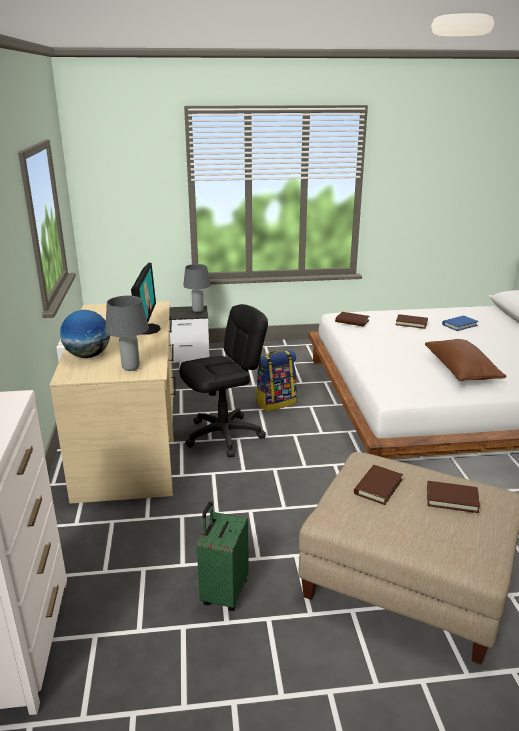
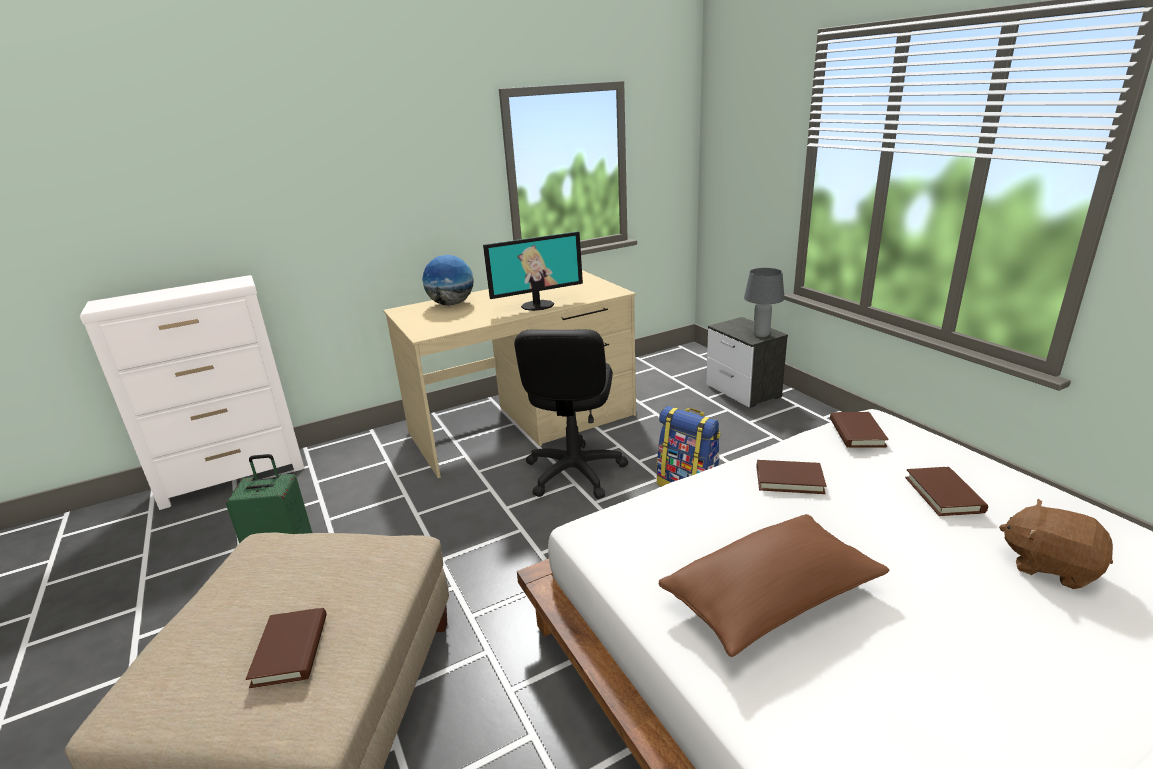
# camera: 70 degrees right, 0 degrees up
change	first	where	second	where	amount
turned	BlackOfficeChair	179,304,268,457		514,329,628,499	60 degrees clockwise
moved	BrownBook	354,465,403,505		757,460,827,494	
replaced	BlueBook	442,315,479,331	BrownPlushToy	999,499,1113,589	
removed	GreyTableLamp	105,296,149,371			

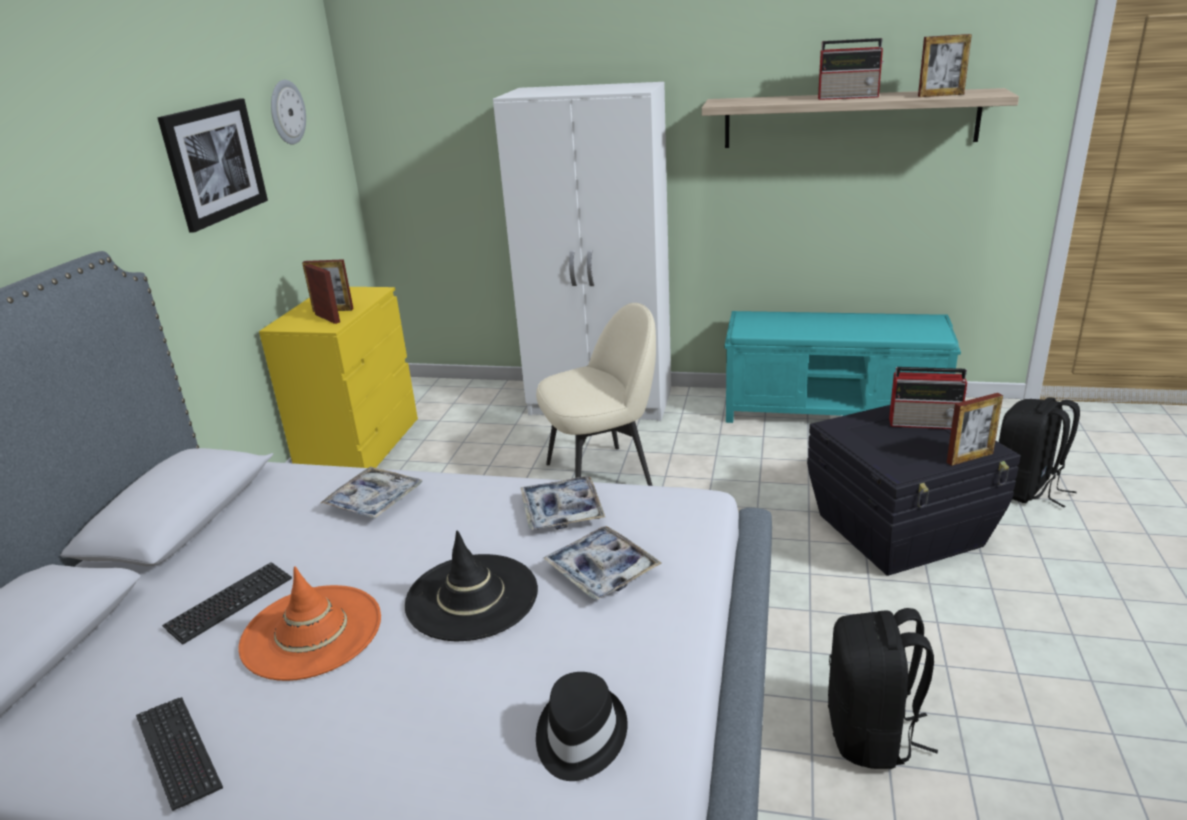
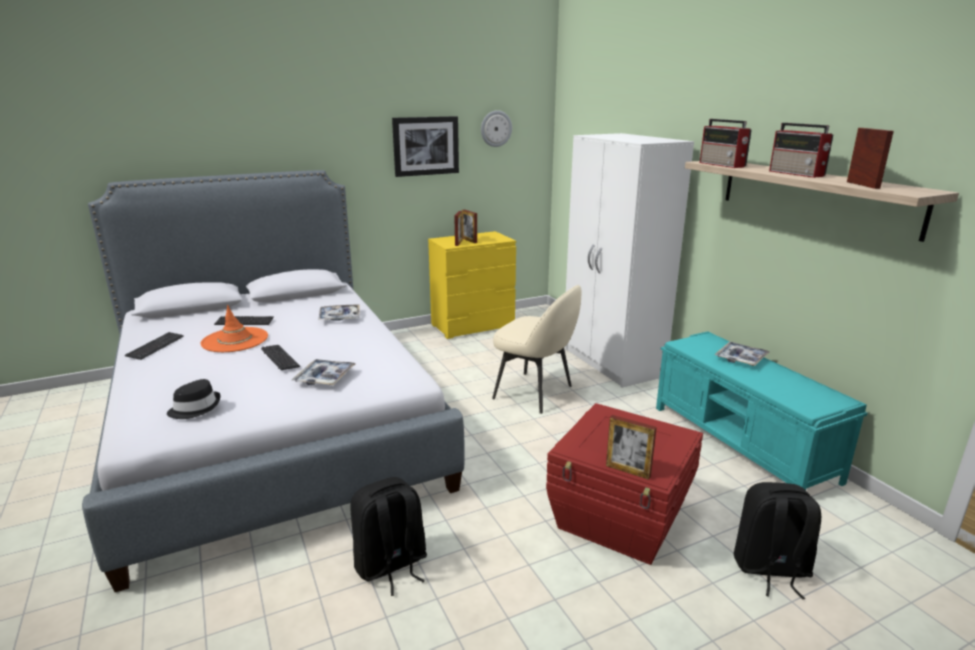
# camera: 50 degrees right, 5 degrees down
change	first	where	second	where	amount
replaced	BlackHat	405,531,538,642	Keyboard	261,345,300,370	
recoloured	BlackStorageBox	807,405,1021,576	RedStorageBox	546,403,703,565	
moved	Radio	889,367,968,429		700,119,752,168	
moved	Tray	521,476,605,530		714,342,770,366	
turned	PictureFrame	918,34,972,97		847,128,894,189	150 degrees counterclockwise

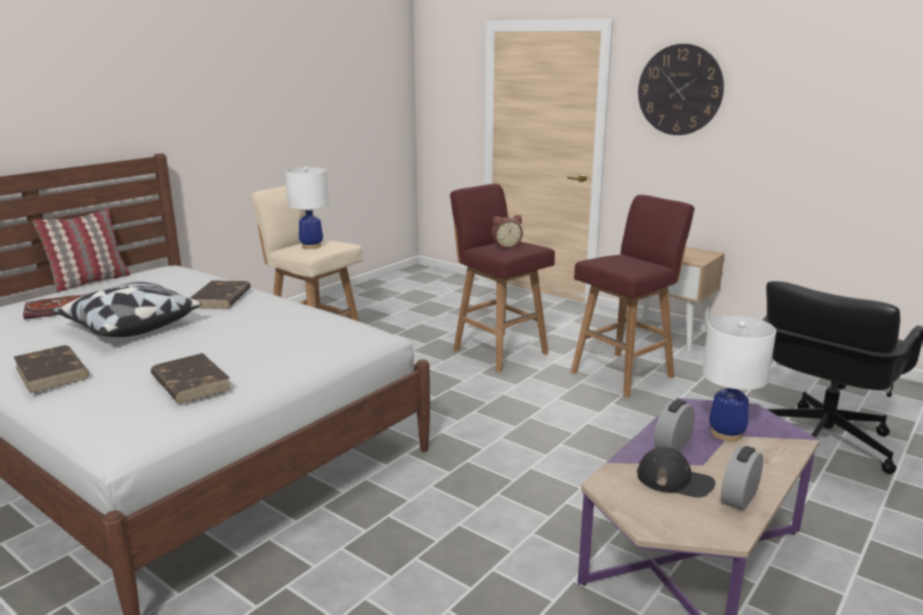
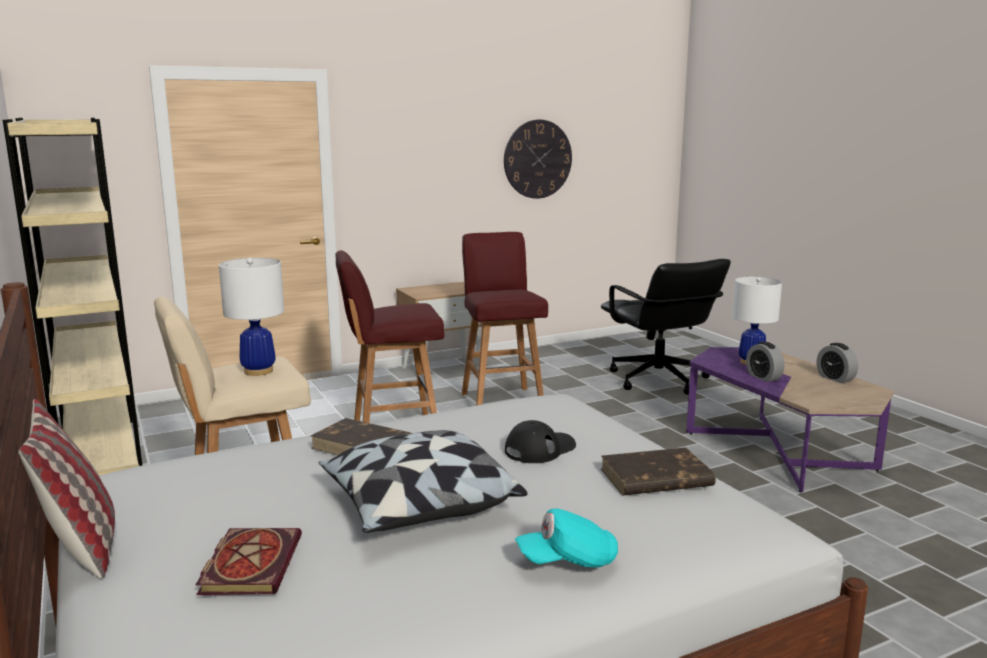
# camera: 65 degrees left, 5 degrees down
change	first	where	second	where	amount
added			BeigeBookcase	3,118,142,475	
moved	WallClock	638,44,724,135		504,120,572,199	
moved	BlackCap	637,447,715,498		505,420,576,463	
replaced	BrownBook	14,345,89,393	TurquoiseCap	515,508,618,567	
removed	AlarmClock	492,215,523,248			

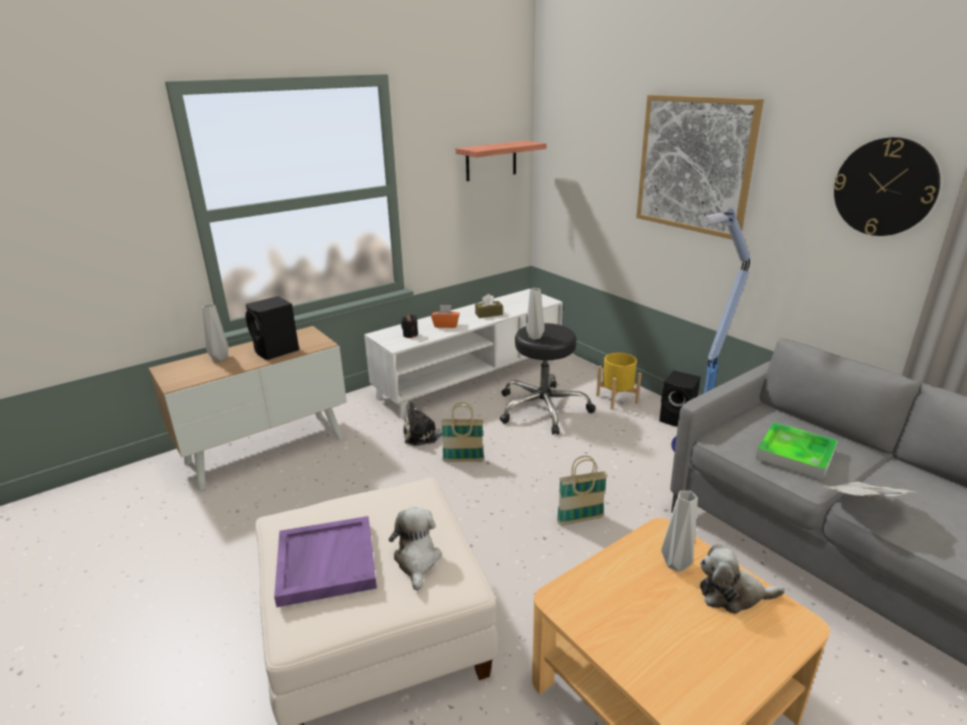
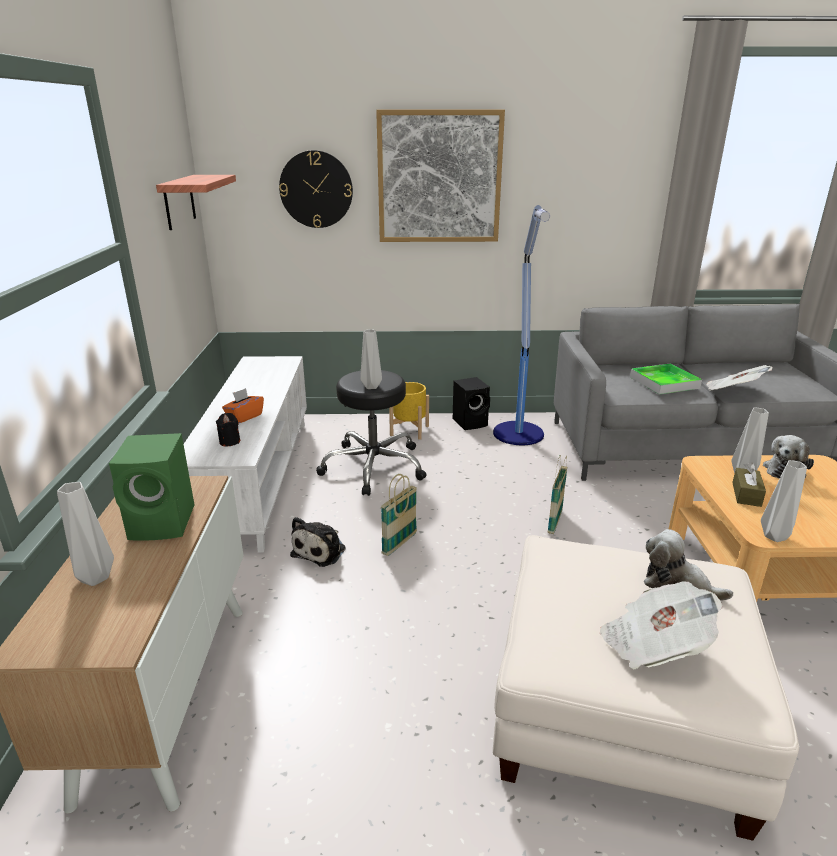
# camera: 55 degrees left, 0 degrees up
change	first	where	second	where	amount
recoloured	BlackSpeaker	246,296,299,360	GreenSpeaker	109,433,194,541	
moved	WallClock	834,137,940,236		279,150,353,228	
replaced	PurpleTray	274,516,377,607	Newspaper	600,581,723,670	
moved	BrownTissueBox	475,294,503,318		732,463,766,507	
added			GreyVase	761,460,807,542	

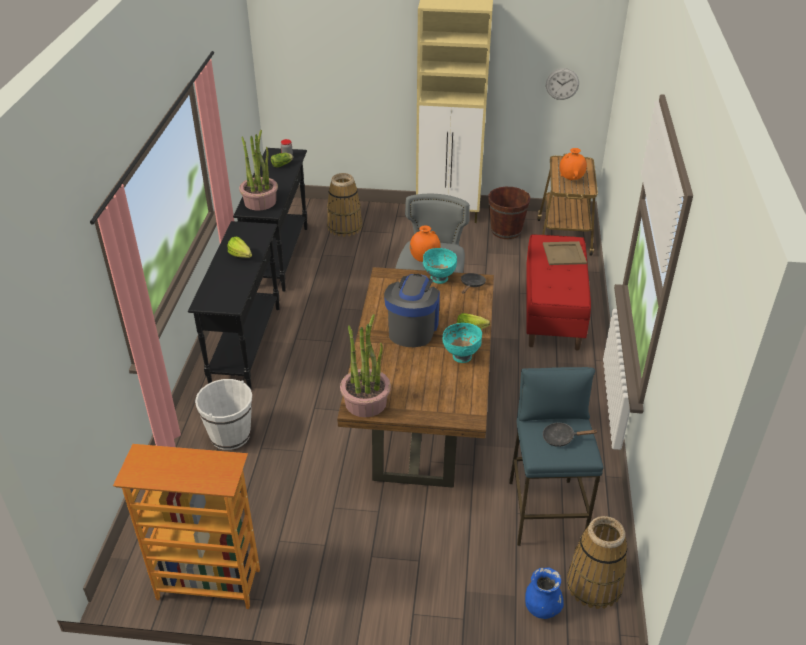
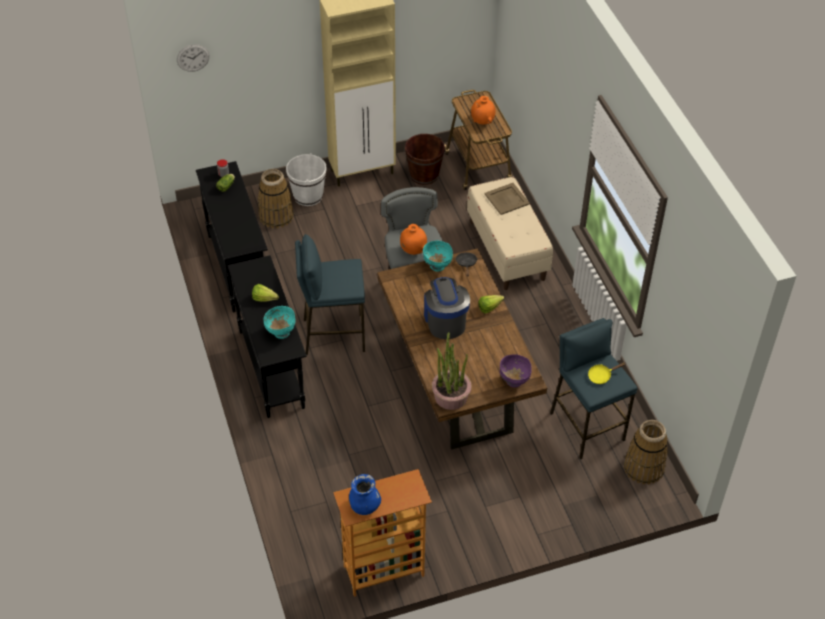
# camera: 25 degrees left, 10 degrees up
change	first	where	second	where	amount
moved	WallClock	546,68,579,100		177,44,210,72	
moved	TurquoiseBowl	442,323,482,363		264,306,296,339	
moved	WhiteBucket	195,379,252,450		286,153,327,206	
added			BlueStool	295,234,365,355	
moved	BlueVase	525,568,564,619		349,474,381,515	
recoloured	RedBench	526,234,591,351	BeigeBench	467,177,553,290	
added			PurpleBowl	500,354,532,388	
recoloured	BlackFryingPan	543,422,598,447	YellowFryingPan	588,362,625,384	
removed	PottedPlant	239,130,278,211			

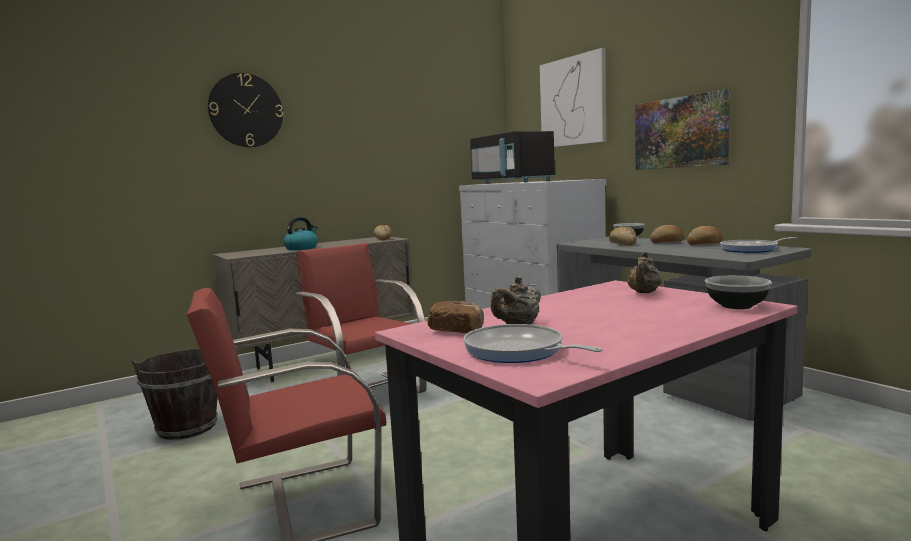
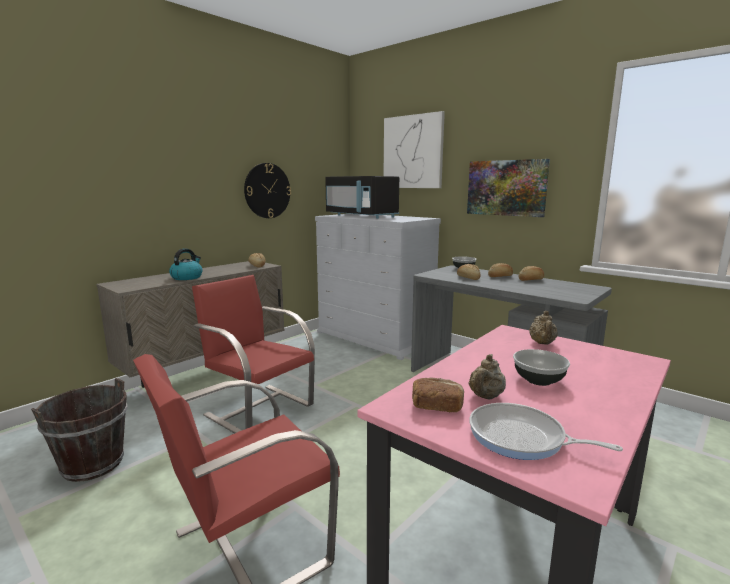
# camera: 15 degrees left, 5 degrees up
change	first	where	second	where	amount
moved	WallClock	208,73,283,147		244,163,291,218	
moved	Bowl	705,275,772,309		513,349,570,386	
removed	FryingPan	720,237,796,253			

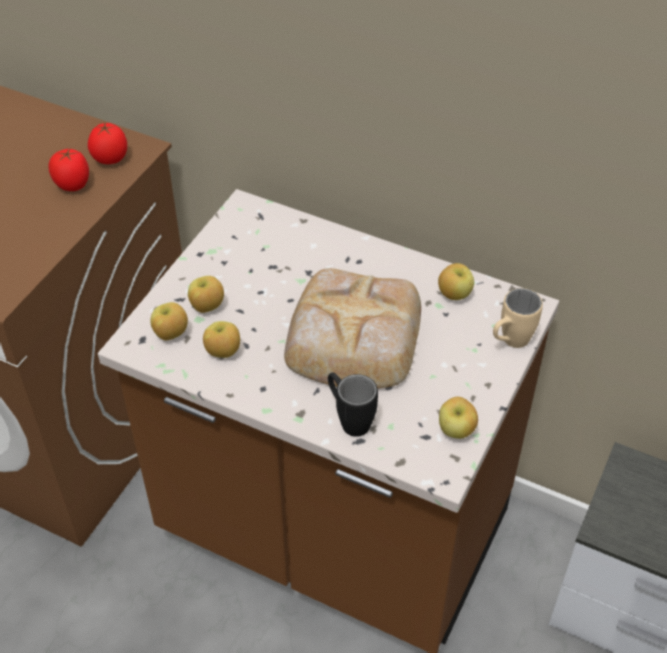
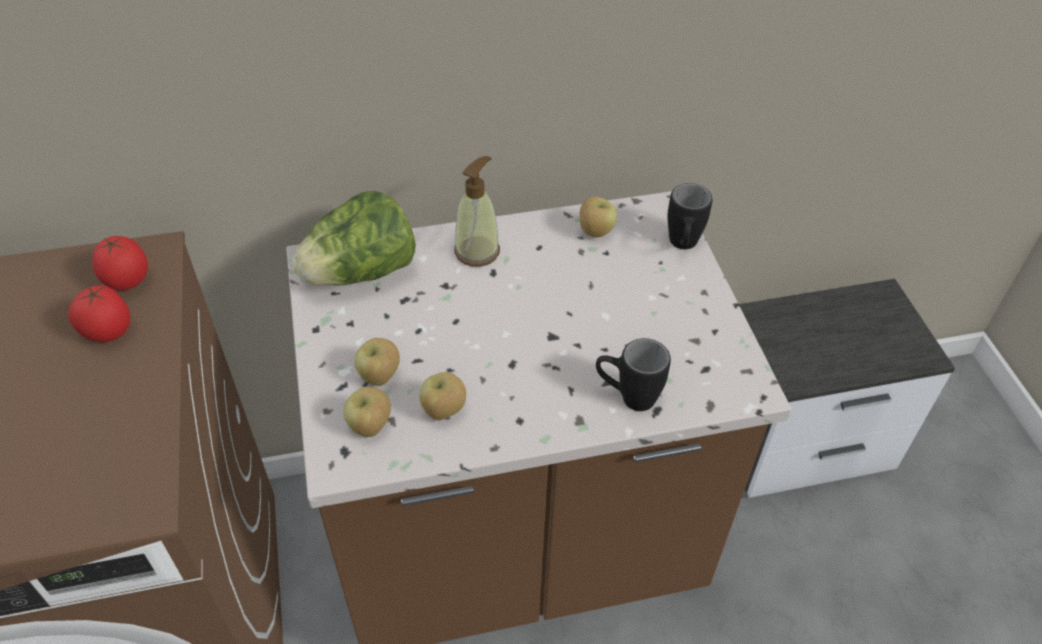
# camera: 40 degrees left, 0 degrees up
change	first	where	second	where	amount
added			Lettuce	292,191,416,286	
added			SoapDispenser	454,156,500,267	
recoloured	BeigeMug	493,288,543,348	BlackMug	668,183,712,249	
removed	Bread	284,268,421,389			
removed	Apple	439,397,478,439			

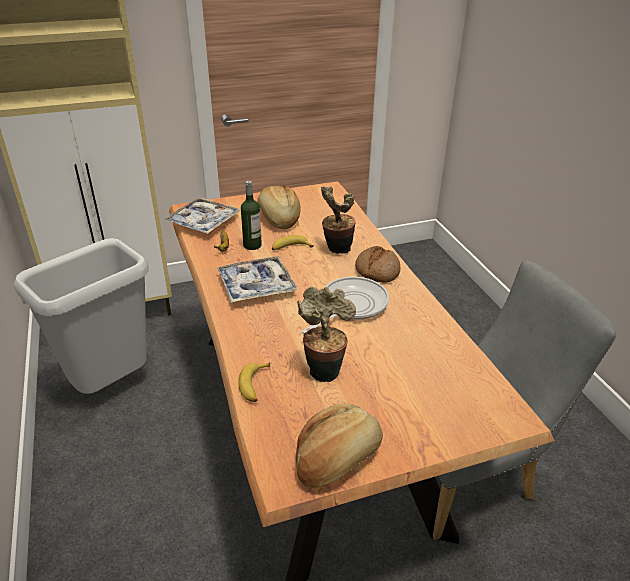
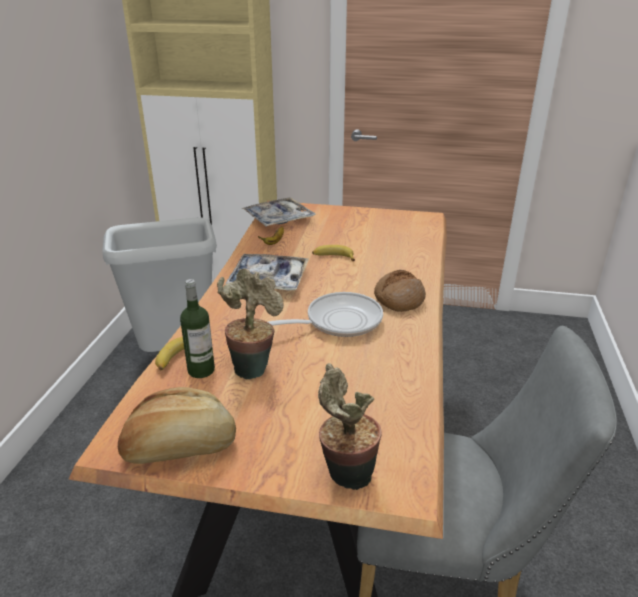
# camera: 30 degrees right, 5 degrees down
change	first	where	second	where	amount
moved	Bottle	241,181,262,250		180,279,215,378	
moved	PottedPlant	321,186,356,254		318,363,382,490	
removed	Bread	257,186,301,229			

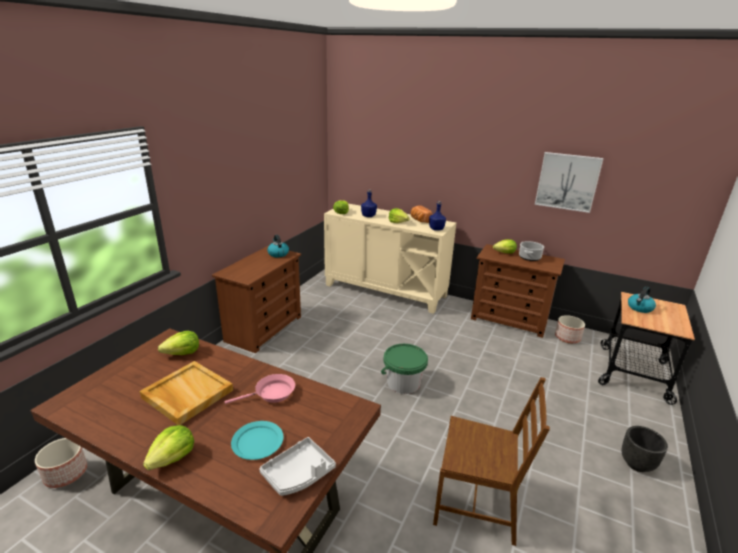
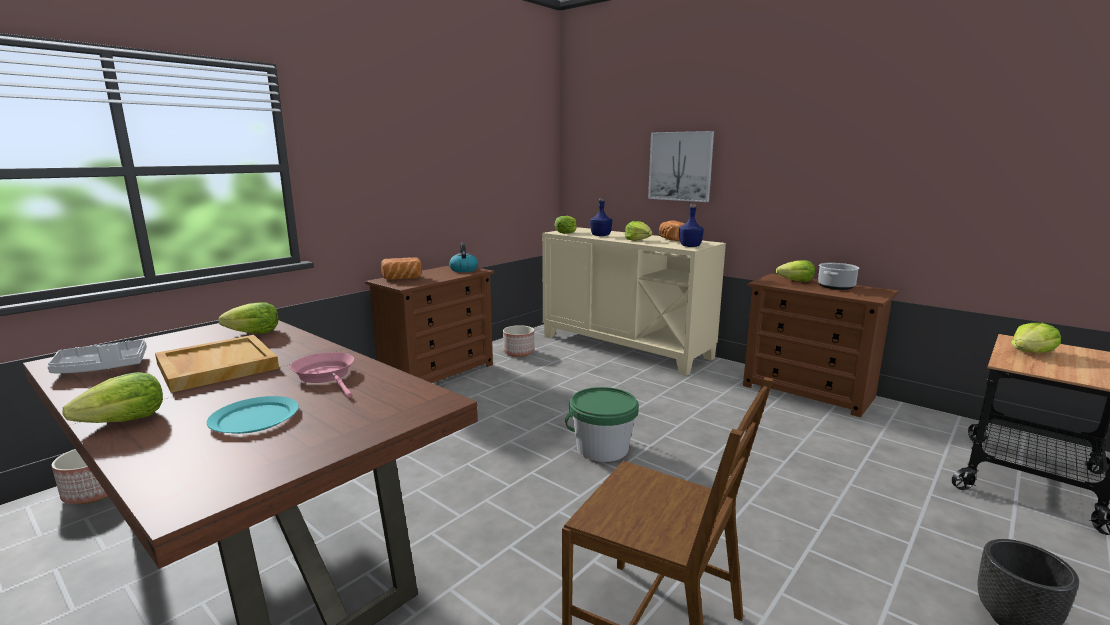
# camera: 15 degrees right, 10 degrees down
change	first	where	second	where	amount
moved	GreyTray	259,437,336,496		47,339,147,373	
turned	PinkFryingPan	224,374,295,404		290,352,354,398	120 degrees counterclockwise
added			Bread	381,257,422,280	
moved	Planter	555,315,585,343		503,325,534,357	
moved	Picture	535,152,604,213		648,131,714,202	
replaced	Kettle	628,287,656,313	Lettuce	1011,323,1061,353	

